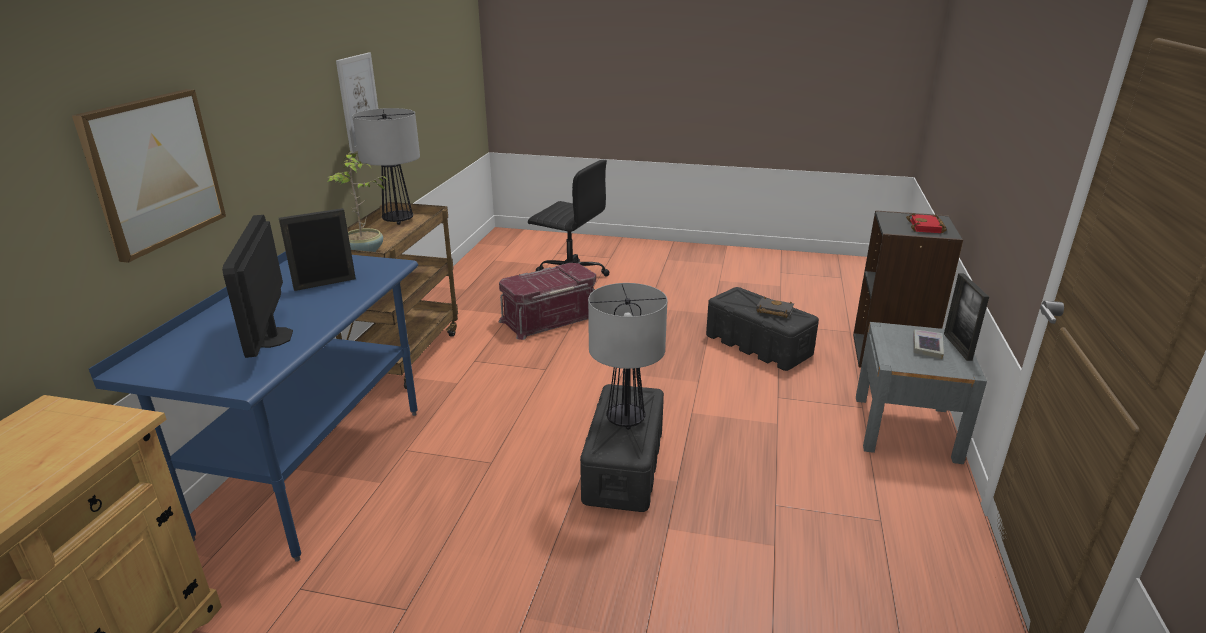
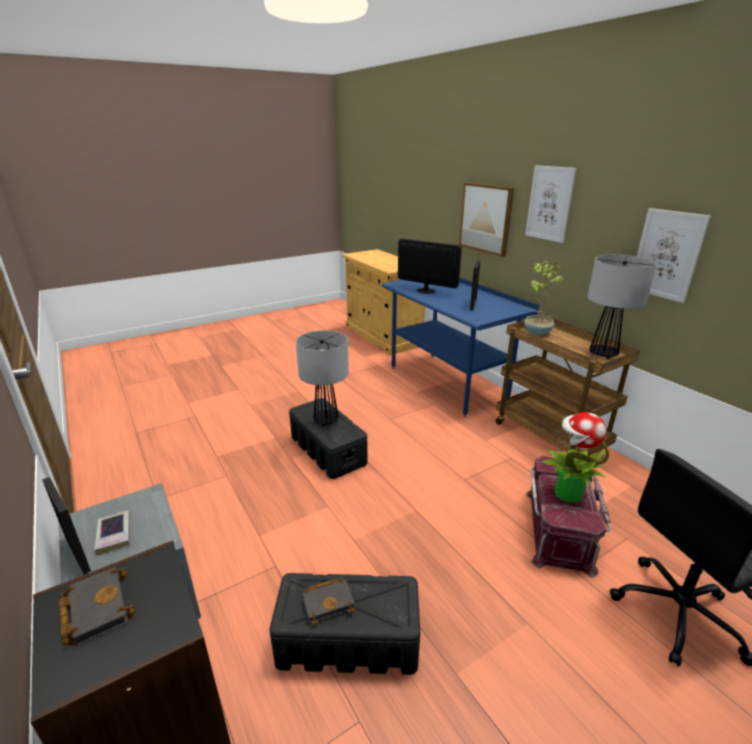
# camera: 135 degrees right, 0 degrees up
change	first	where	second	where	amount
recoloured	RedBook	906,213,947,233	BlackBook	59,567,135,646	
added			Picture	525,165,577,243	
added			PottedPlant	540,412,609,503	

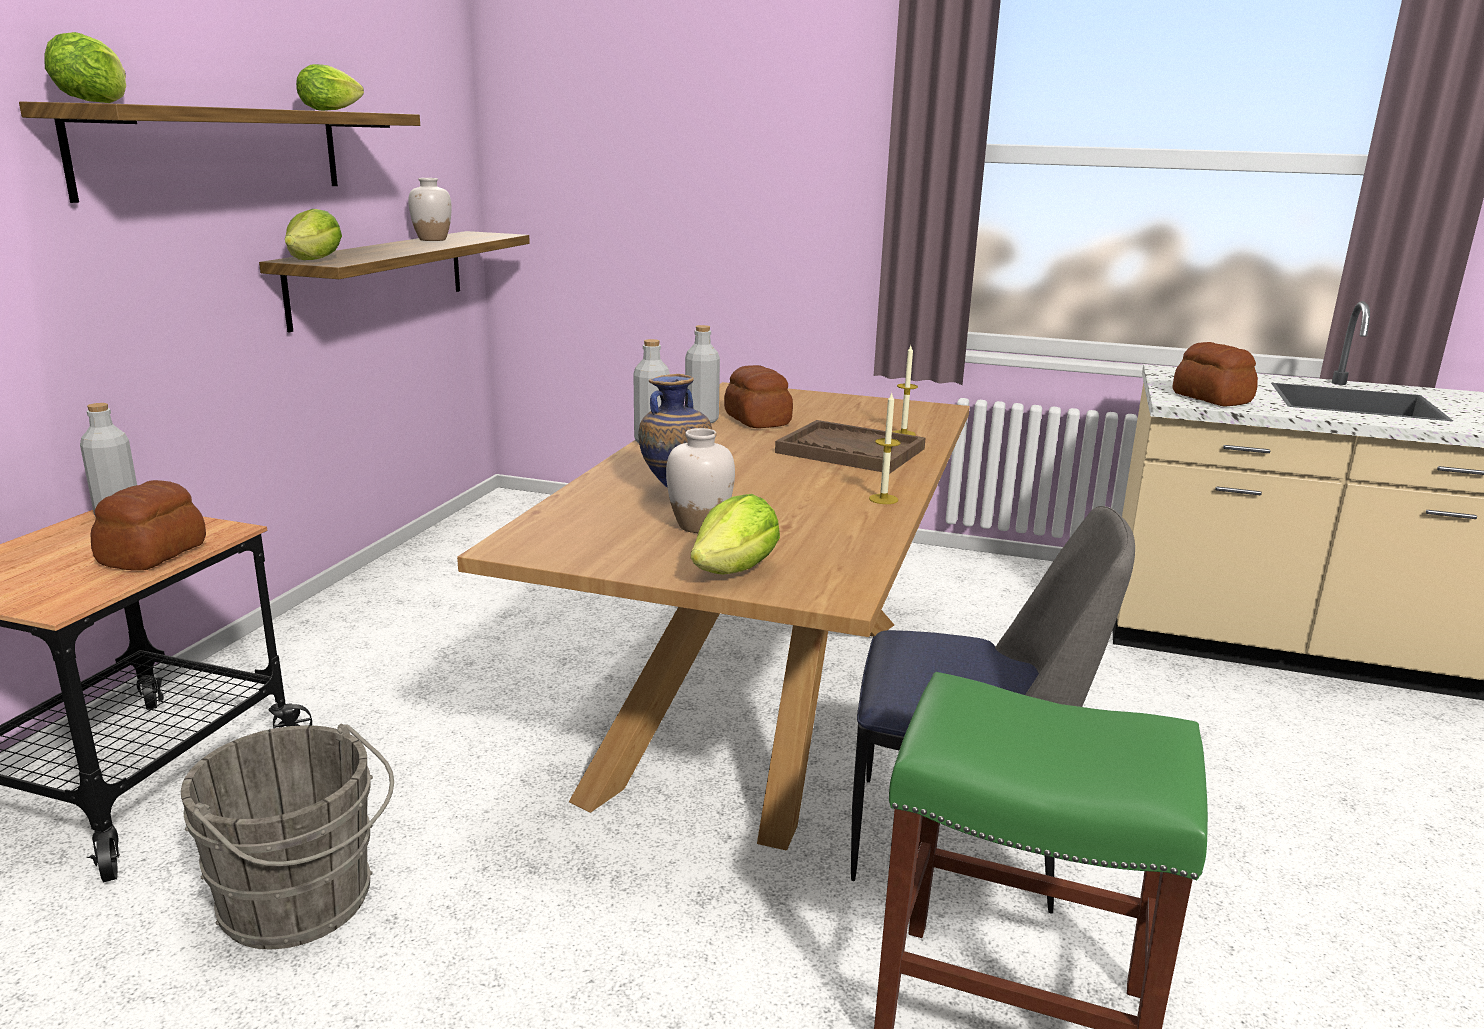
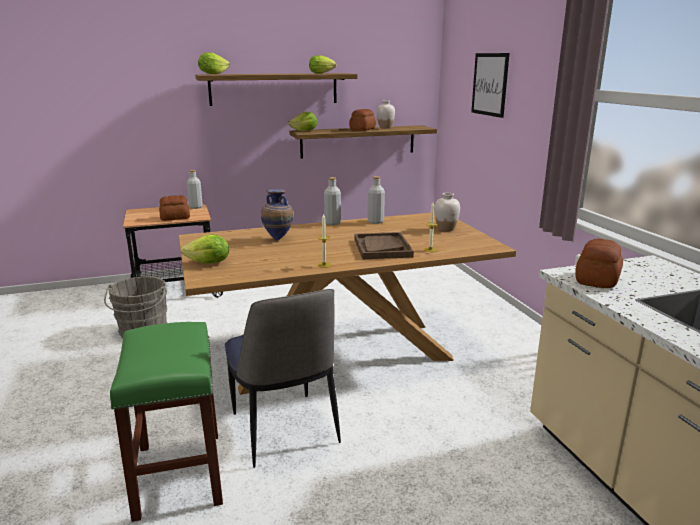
# camera: 55 degrees right, 0 degrees up
change	first	where	second	where	amount
moved	Bread	724,365,793,428		349,109,376,131	
moved	WhiteVase	666,428,735,533		434,193,460,231	
added			Picture	471,53,509,118	

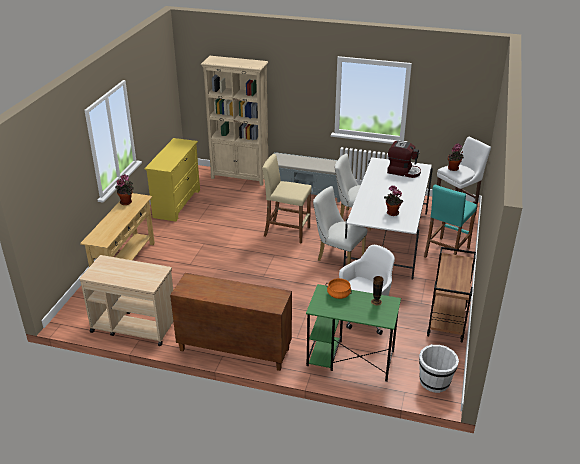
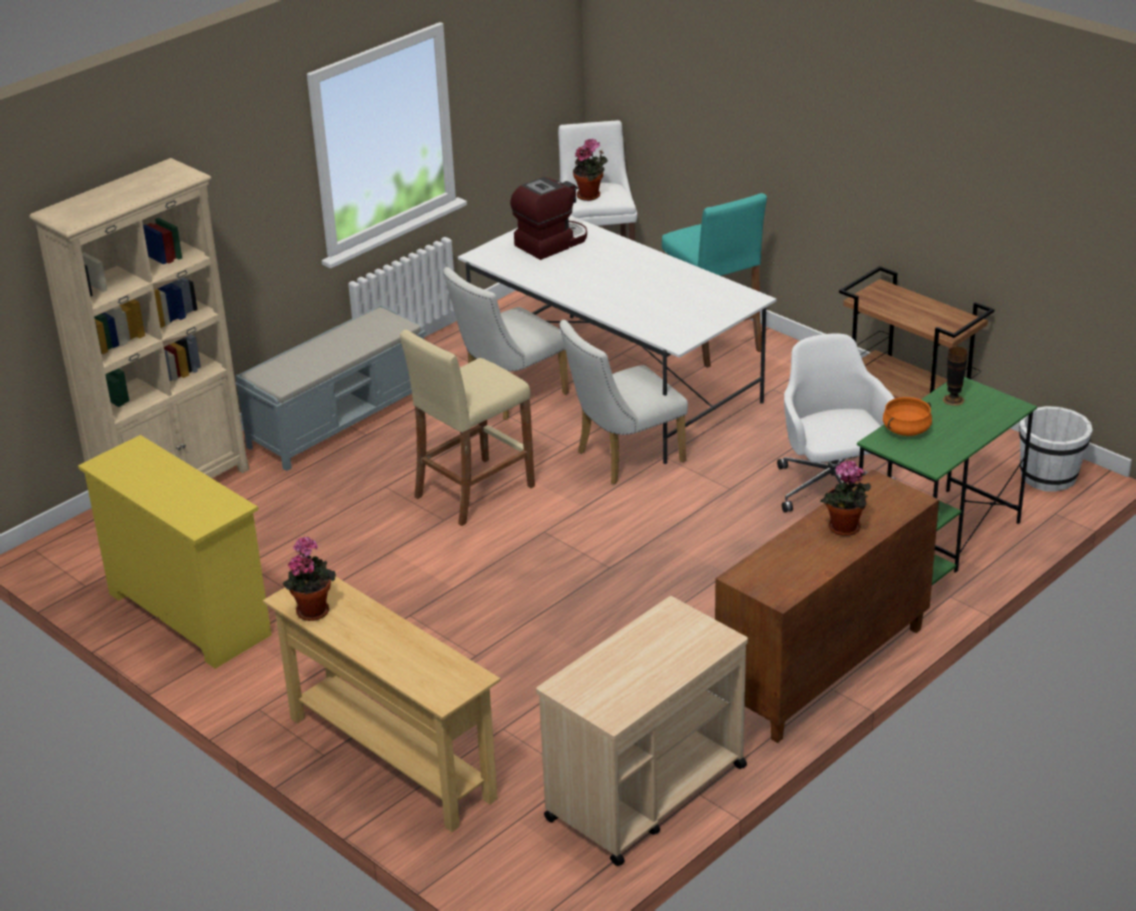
# camera: 60 degrees left, 0 degrees up
change	first	where	second	where	amount
moved	PottedPlant	384,185,404,216		820,461,871,536	

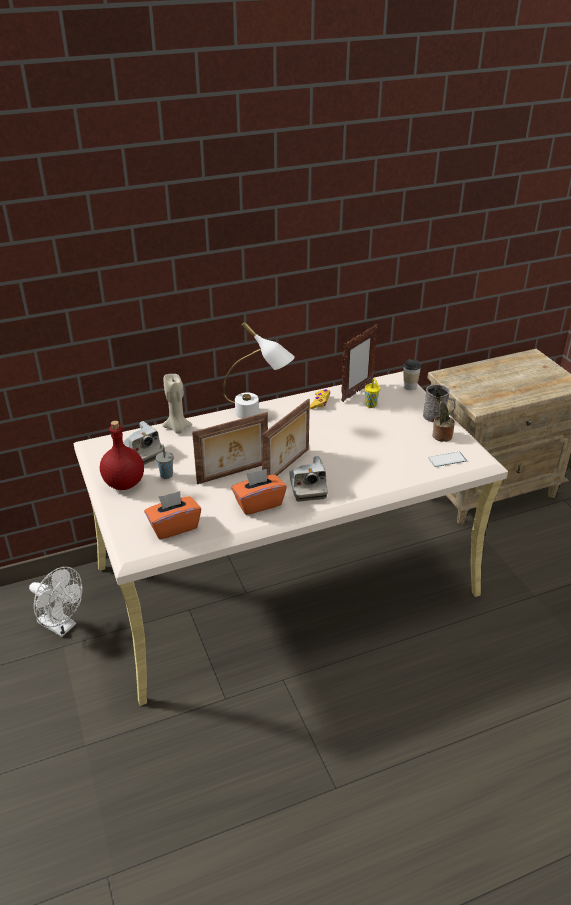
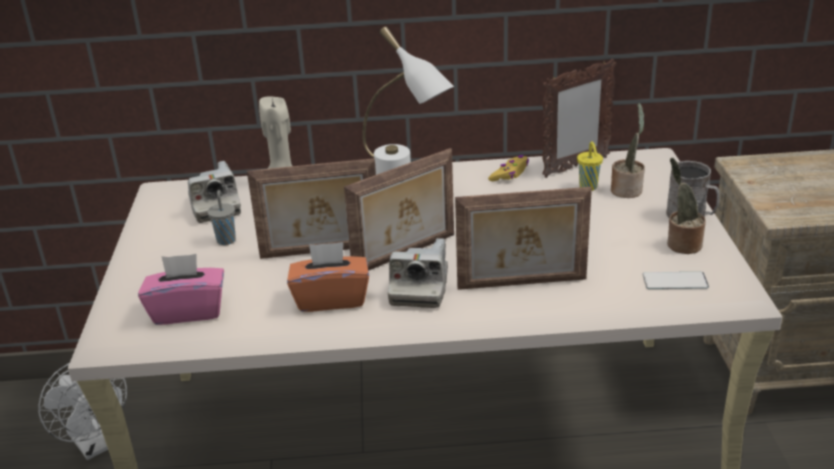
# camera: 20 degrees right, 5 degrees down
change	first	where	second	where	amount
recoloured	OrangeTissueBox	144,491,201,540	PinkTissueBox	138,254,224,325	
added			PictureFrame	455,187,592,290	
added			PottedPlant	611,103,645,198	
removed	RedBottle	100,421,144,490			
removed	Cup	403,359,421,390			

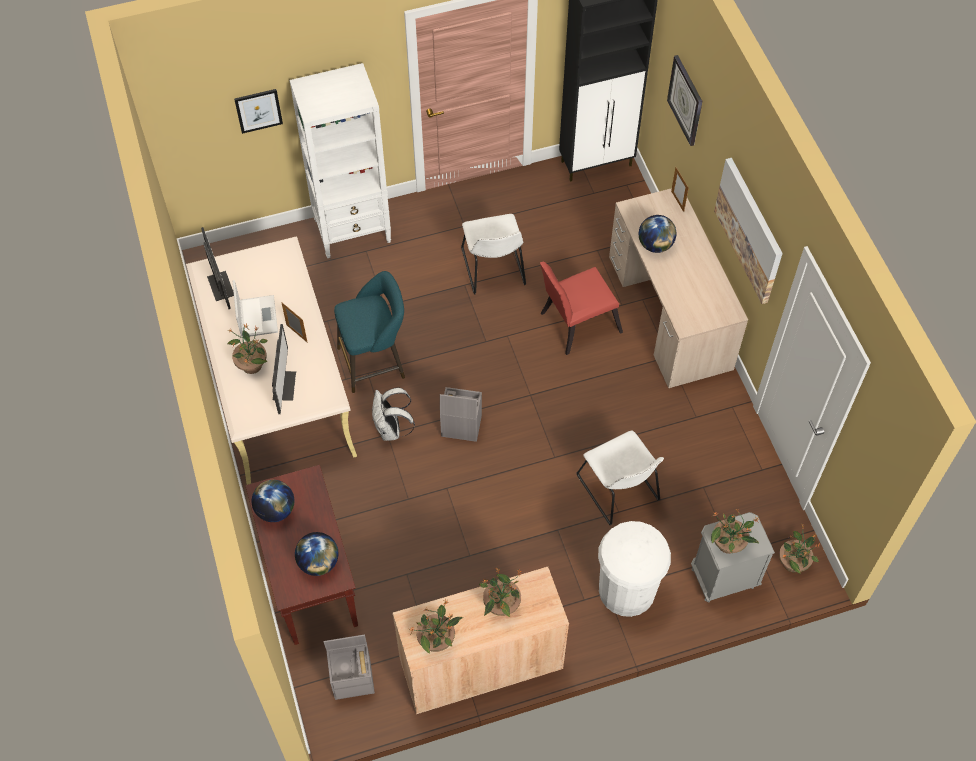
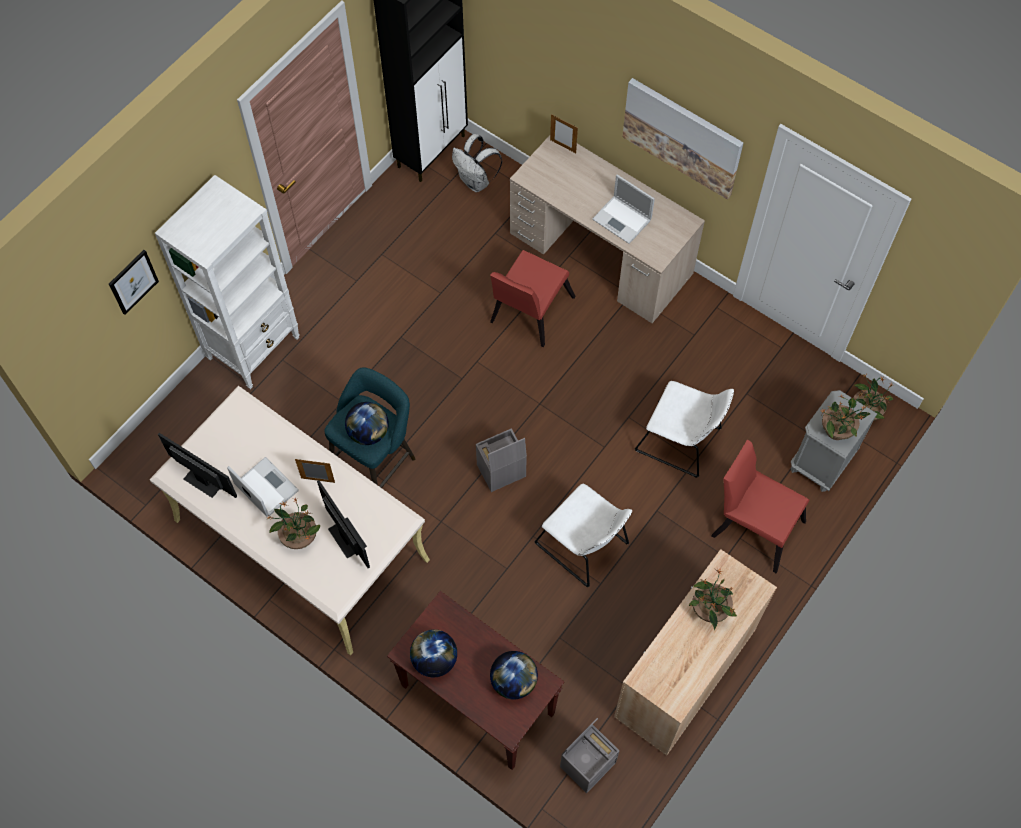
# camera: 35 degrees left, 5 degrees up
change	first	where	second	where	amount
moved	Globe	639,215,677,253		345,402,389,445	
moved	WhiteBackpack	372,388,415,441		452,134,502,192	
moved	WhiteChair	461,214,526,295		534,484,632,587	
added			Laptop	592,174,655,244	
replaced	WhiteTrashCan	598,521,671,617	RedChair	711,440,809,573	
removed	PottedPlant	409,599,463,654			
removed	WallClock	667,55,702,146			

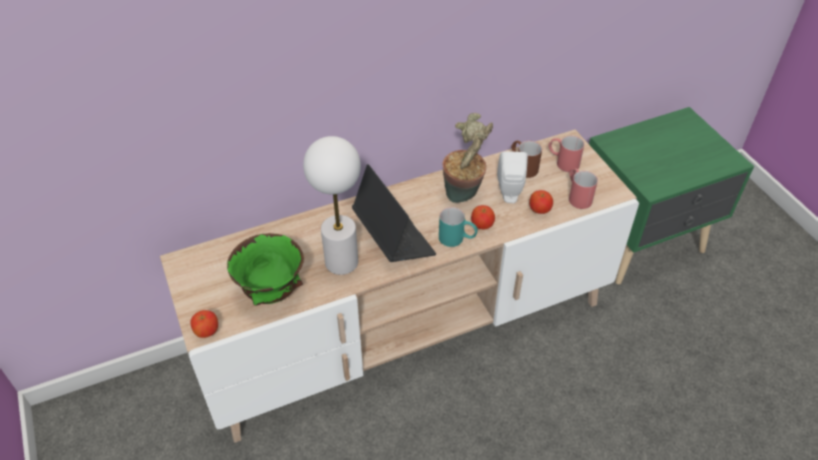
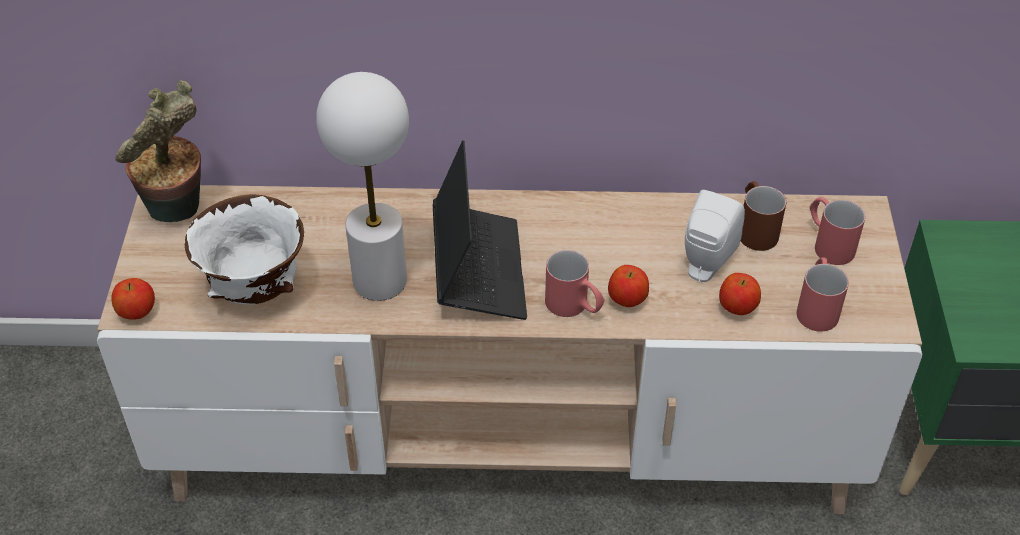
# camera: 25 degrees right, 0 degrees up
change	first	where	second	where	amount
moved	PottedPlant	443,113,493,203		115,80,201,222	
recoloured	GreenBowl	227,233,304,305	WhiteBowl	185,195,304,305	
recoloured	TurquoiseMug	439,207,478,247	RedMug	545,250,604,317	

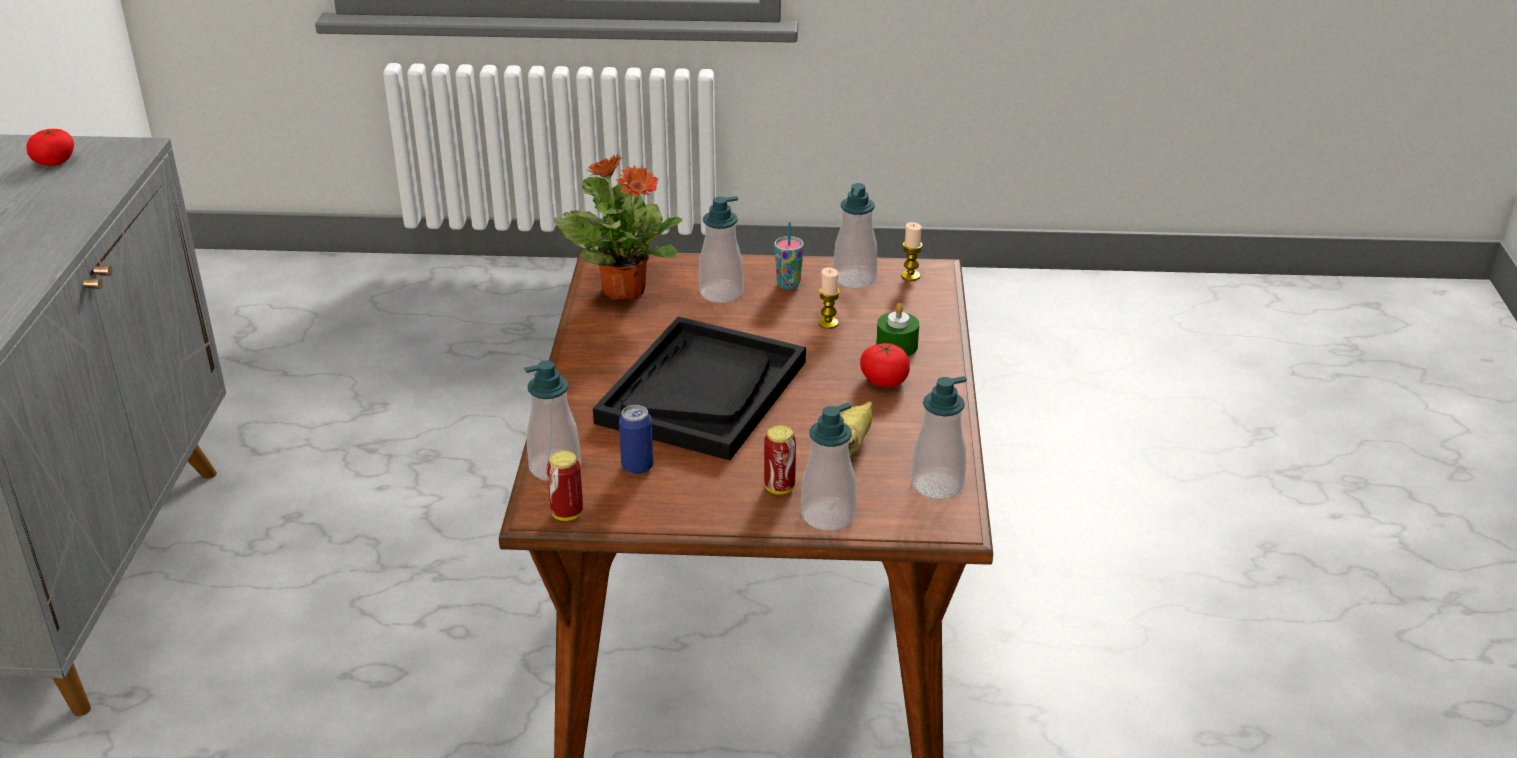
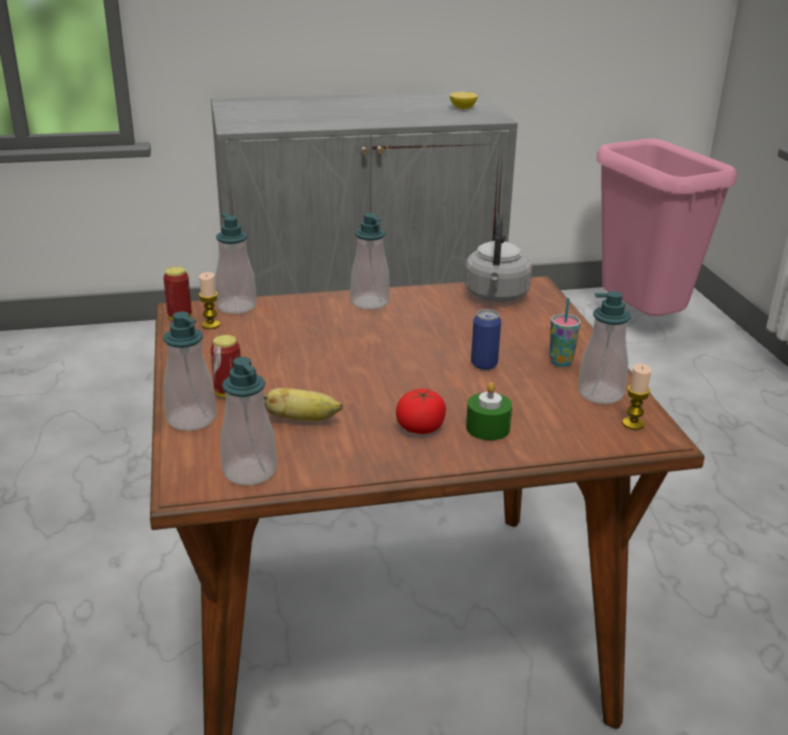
# camera: 75 degrees right, 5 degrees down
change	first	where	second	where	amount
moved	Candle	818,267,840,329		199,272,220,329	
moved	SoapDispenser	699,196,744,303		350,213,390,309	
replaced	Tomato	27,129,74,166	Lemon	450,92,478,109	
replaced	PottedPlant	554,154,682,300	GreyKettle	464,214,532,302	
moved	Can	619,405,653,475		471,309,501,370	
added			PinkTrashCan	597,139,737,316	
removed	BlackTray	593,317,806,461			

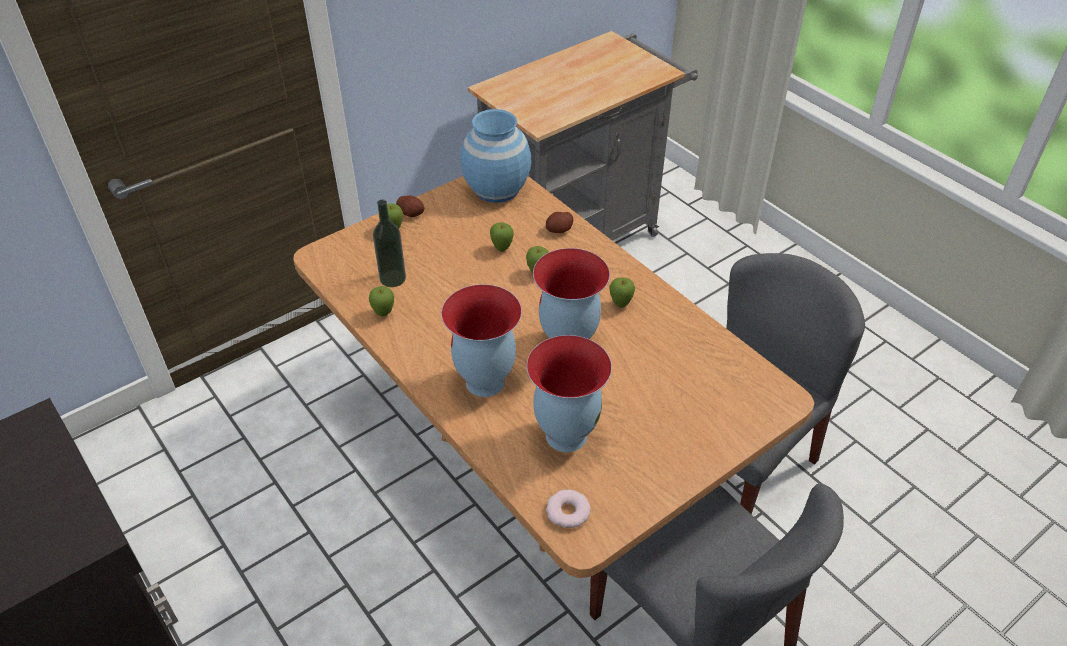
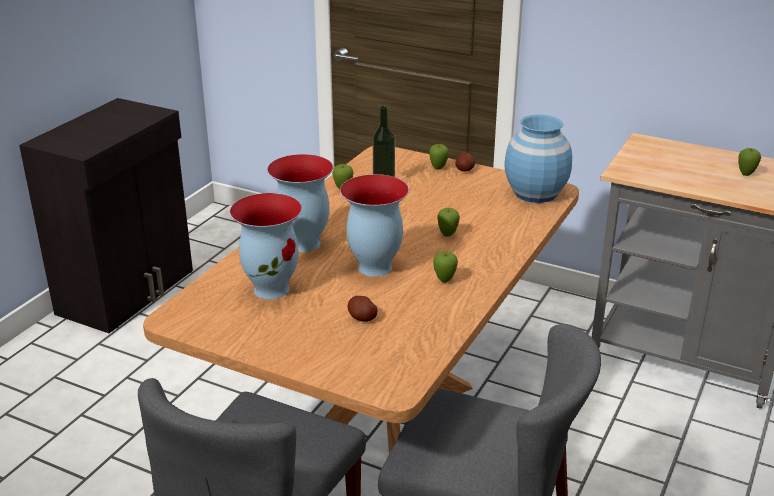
# camera: 65 degrees right, 15 degrees down
change	first	where	second	where	amount
moved	Potato	546,212,573,233		347,296,378,322	
moved	Apple	490,222,514,252		738,148,761,176	
removed	Donut	546,490,591,528			

